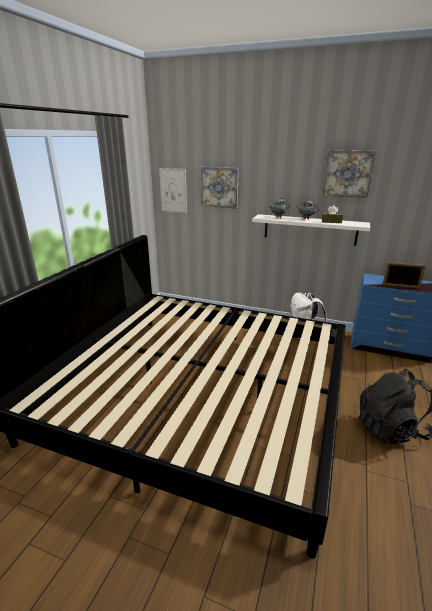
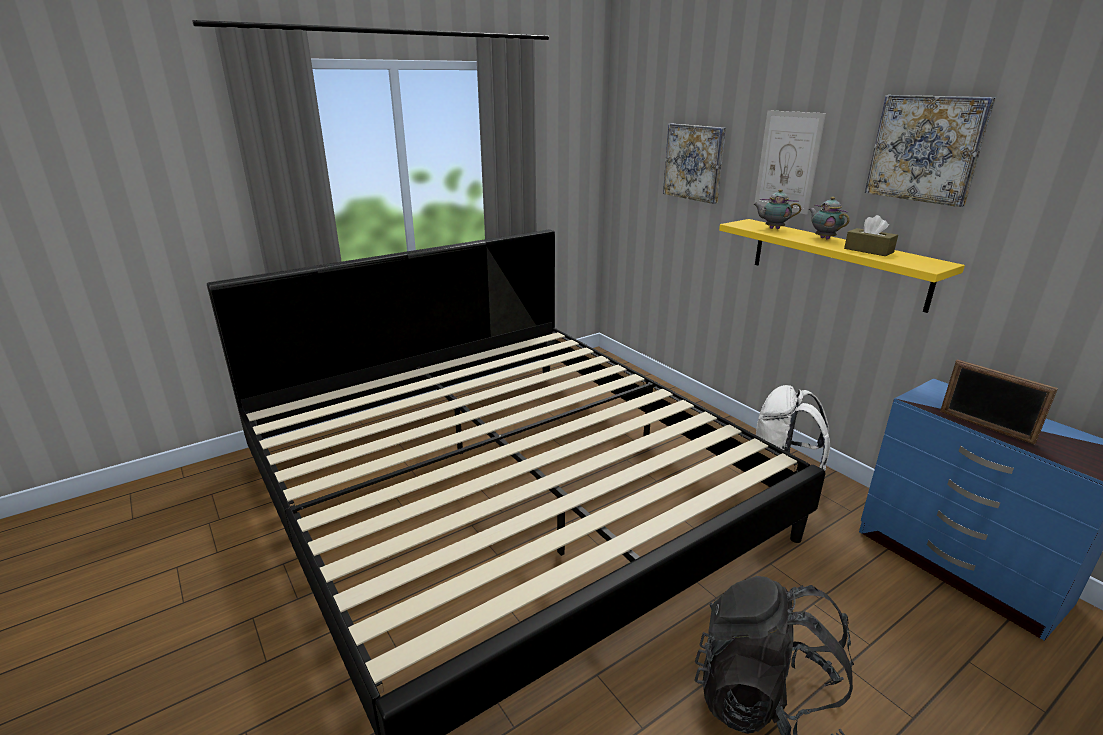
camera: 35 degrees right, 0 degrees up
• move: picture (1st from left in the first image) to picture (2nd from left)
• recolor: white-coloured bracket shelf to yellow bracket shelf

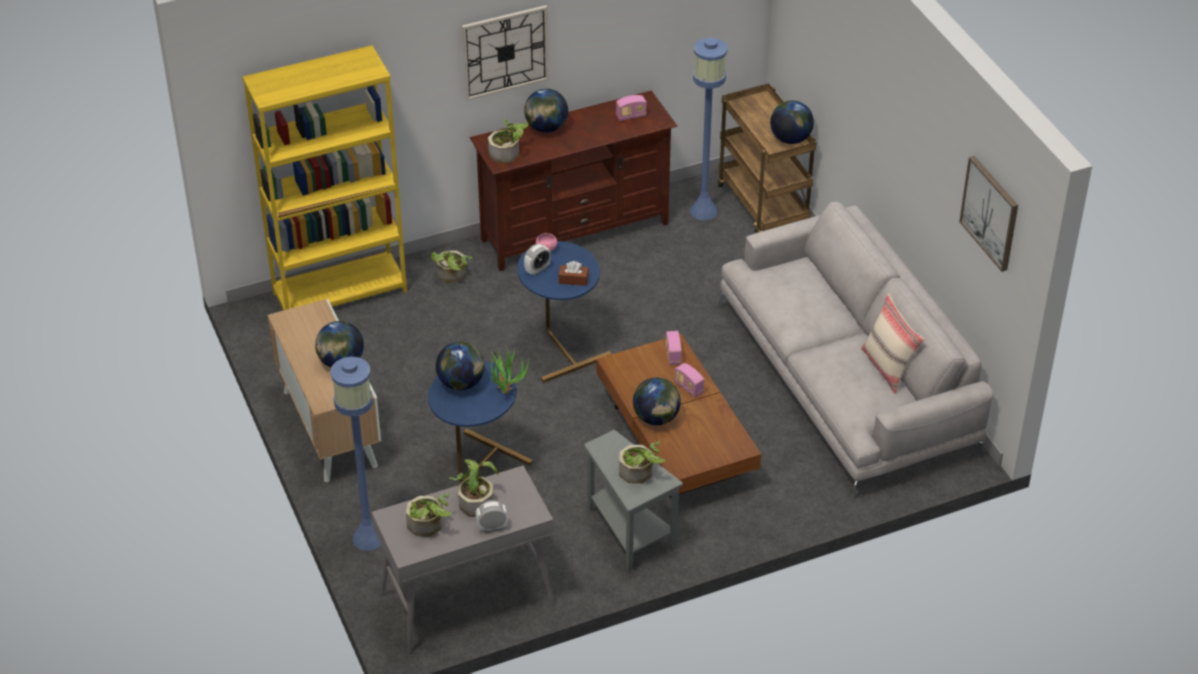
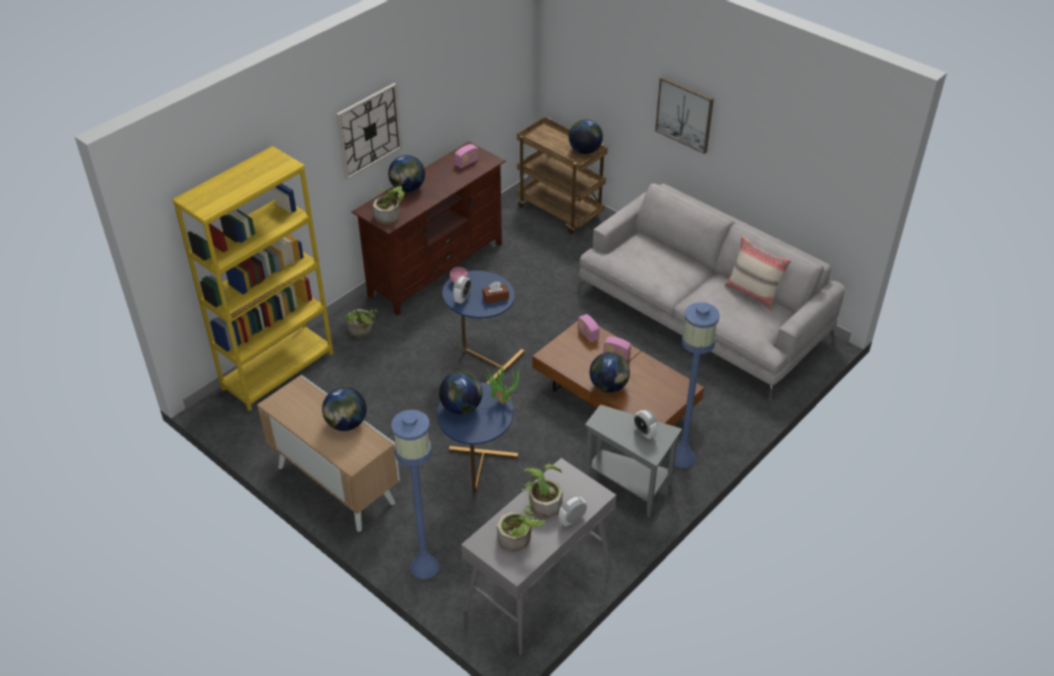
camera: 25 degrees left, 0 degrees up
• move: blue floor lamp (2nd from left)
• move: picture
• replace: potted plant (6th from left) to bedside clock (3rd from left)

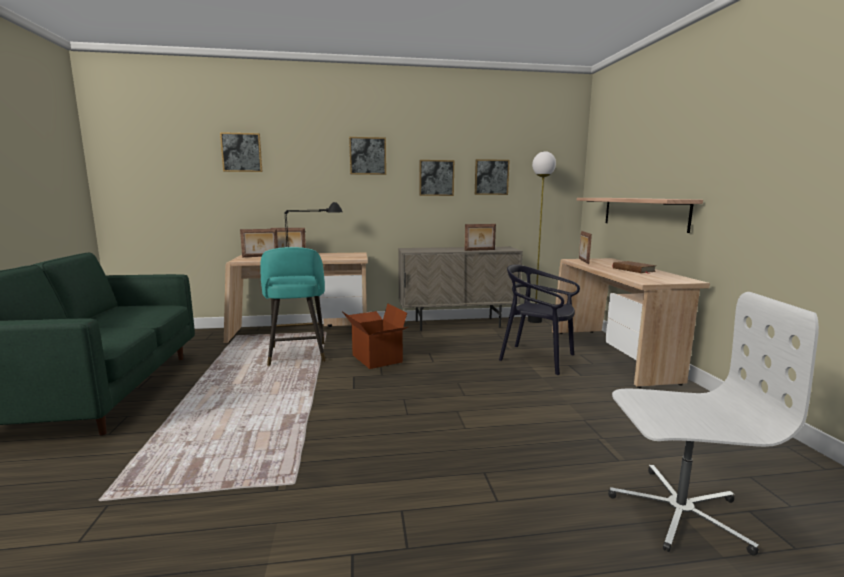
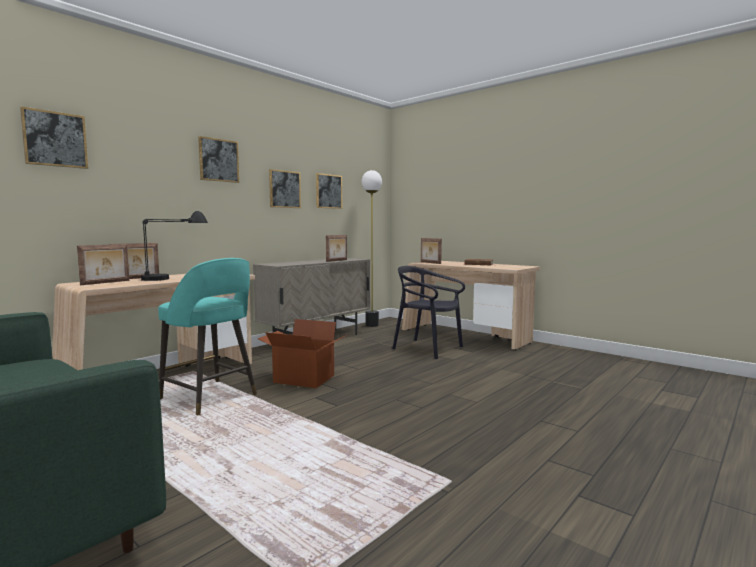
camera: 40 degrees left, 5 degrees down
• delete: bracket shelf
• delete: white-coloured office chair
• rotate: black-coloured upright chair 45 degrees clockwise

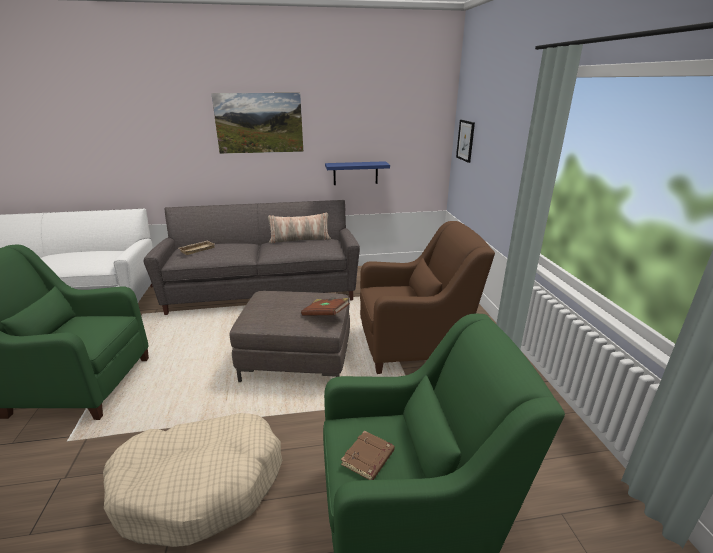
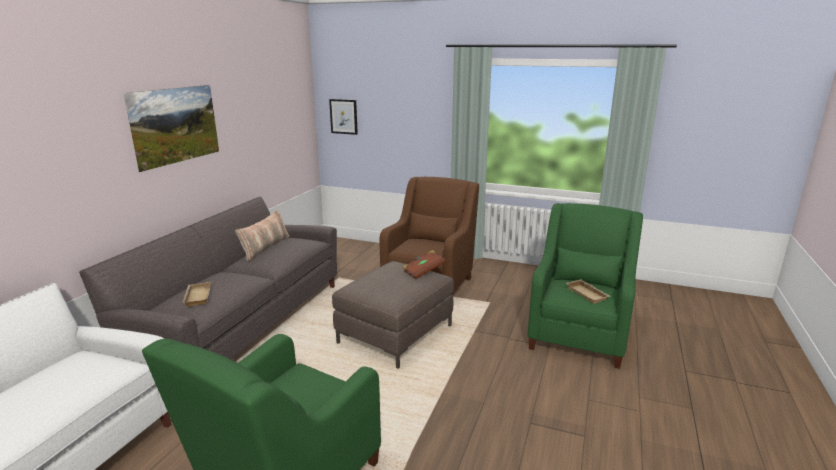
camera: 60 degrees left, 5 degrees down
• delete: beige pet bed
• delete: blue bracket shelf
• replace: brown-coloured volume (2nd from left) to beige carrying tray (2nd from left)

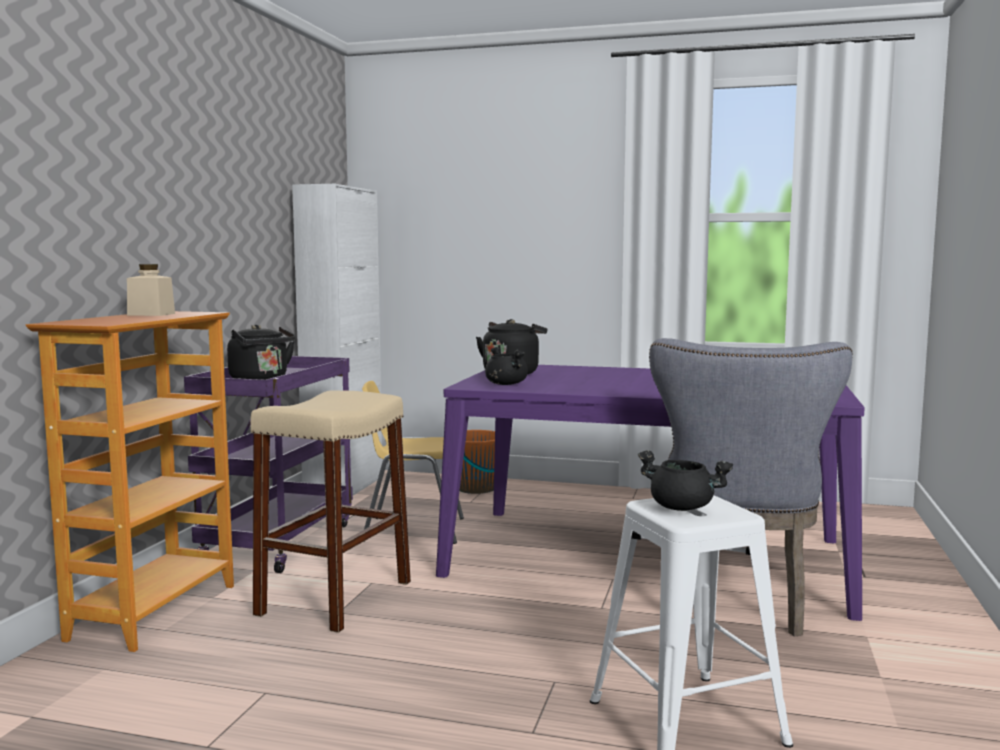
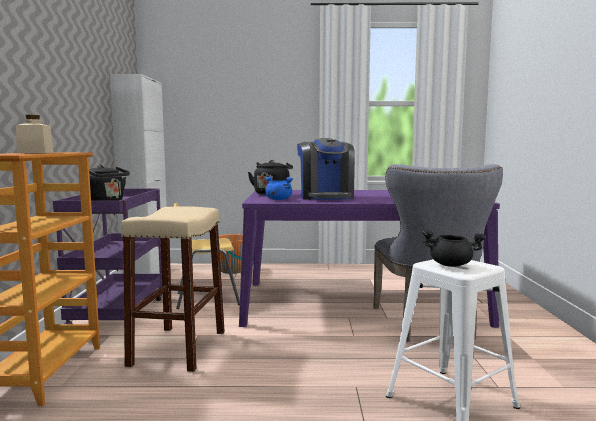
camera: 15 degrees left, 0 degrees up
• insert: coffee machine
• recolor: black-coloured saucepot (1st from left) to blue saucepot

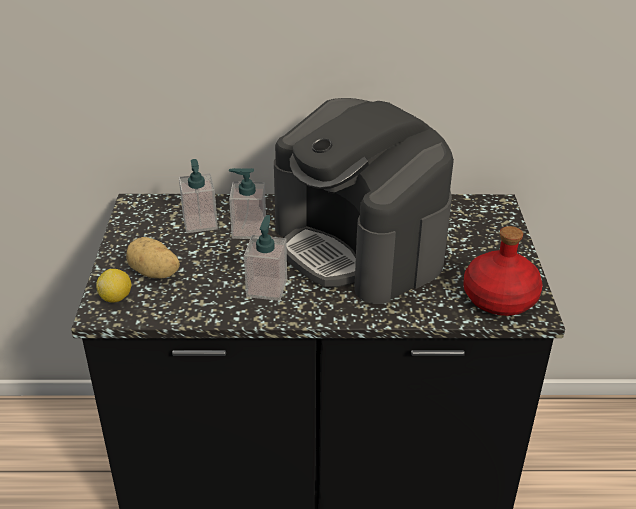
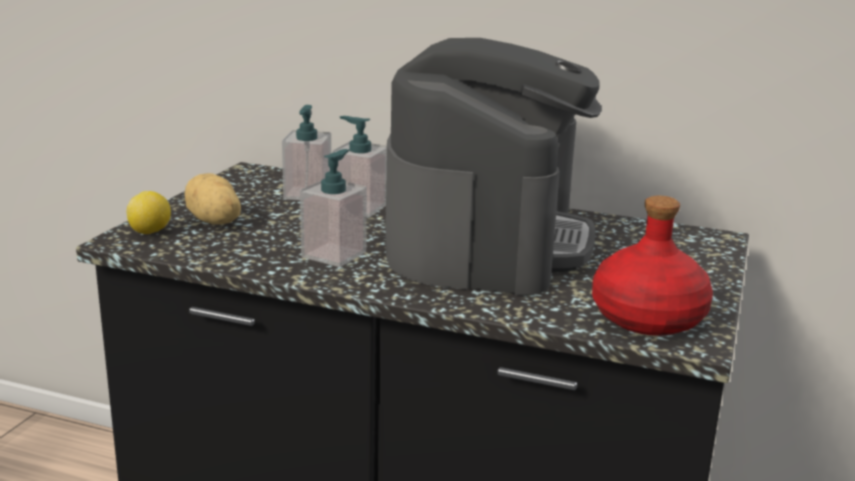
camera: 20 degrees right, 15 degrees down
• rotate: coffee machine 150 degrees counterclockwise

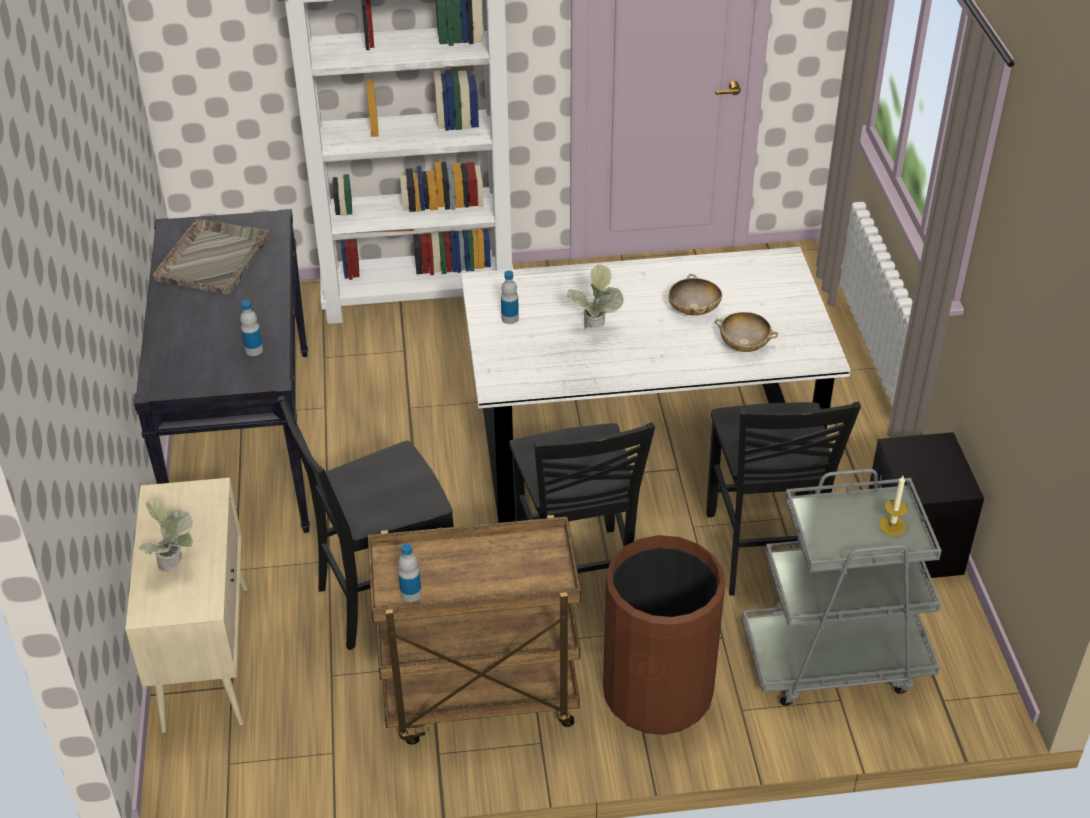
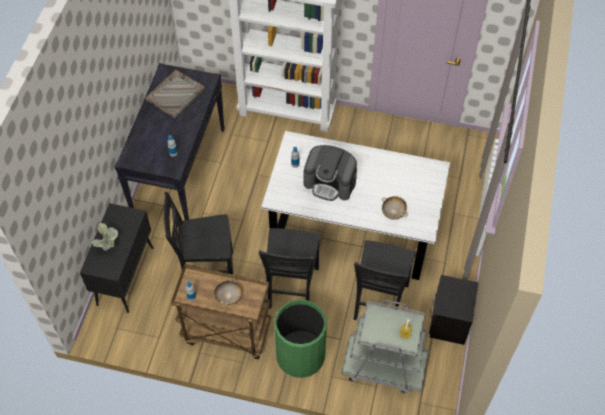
camera: 20 degrees right, 15 degrees up
• move: beige serving bowl (1st from left)
• replace: potted plant (2nd from left) to coffee machine
• recolor: beige cabinet to black-coloured cabinet
• recolor: brown-coloured waste bin to green-coloured waste bin

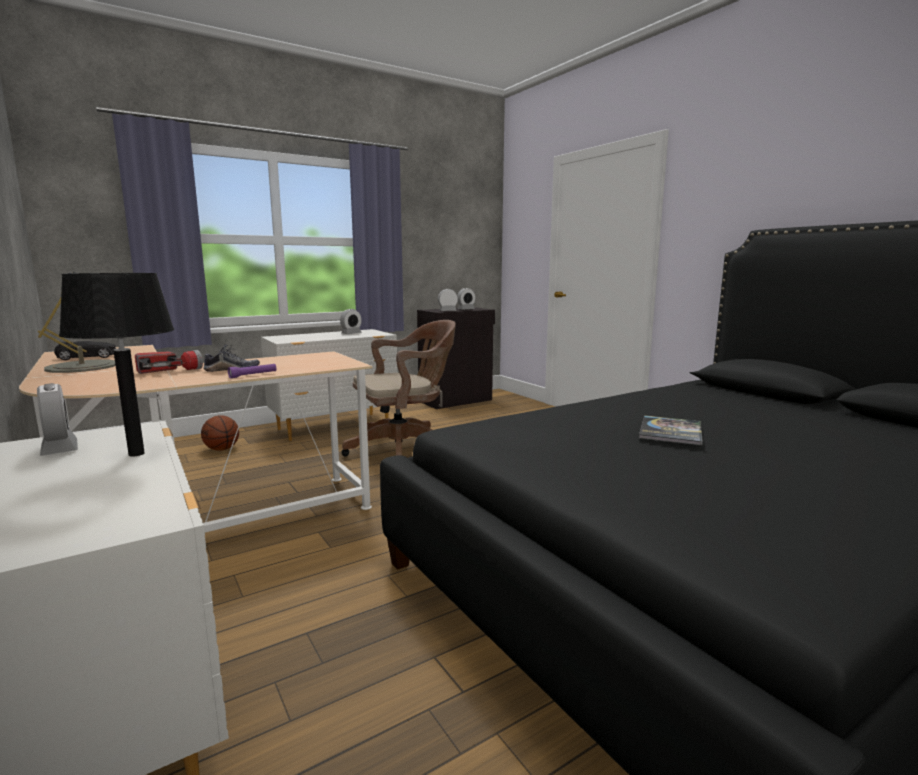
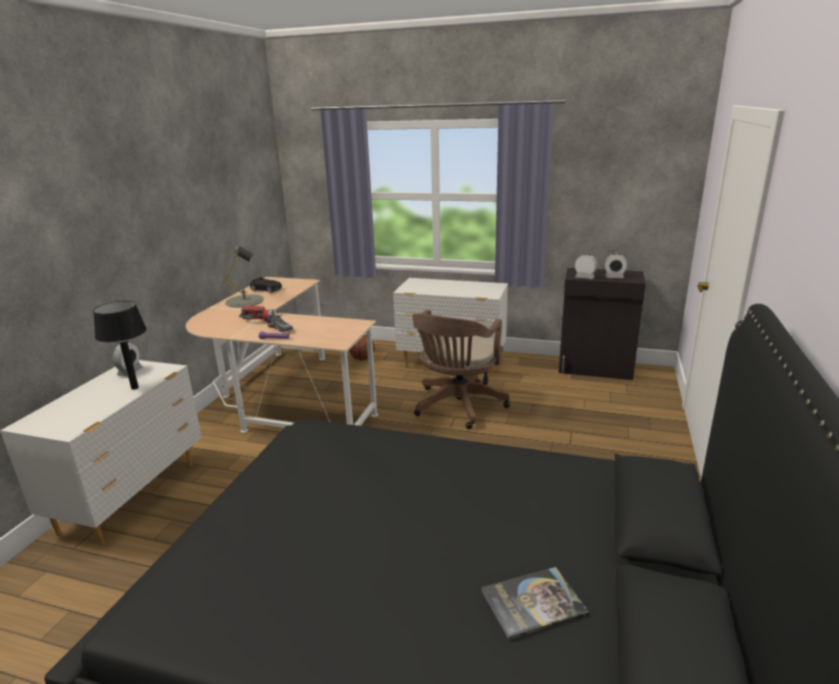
camera: 50 degrees right, 10 degrees up
• delete: bedside clock (2nd from left)
• move: volume
• rotate: brown-coloured office chair 90 degrees clockwise

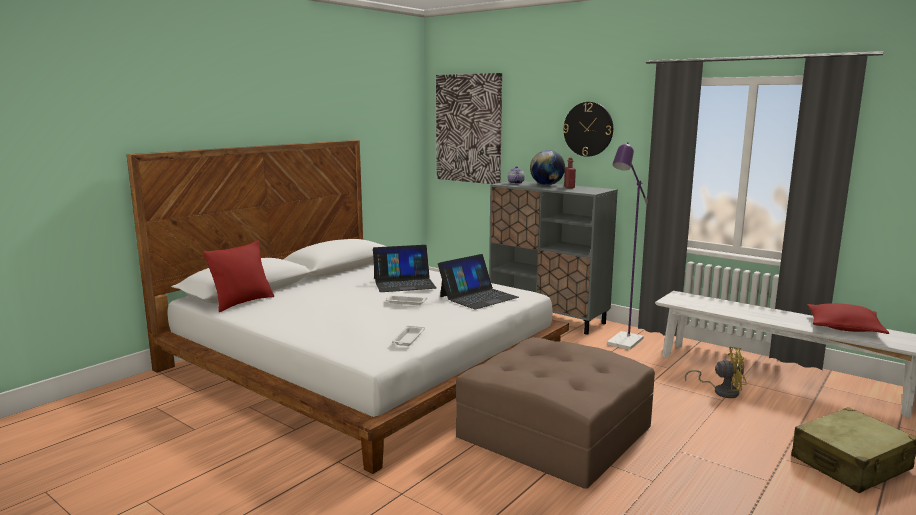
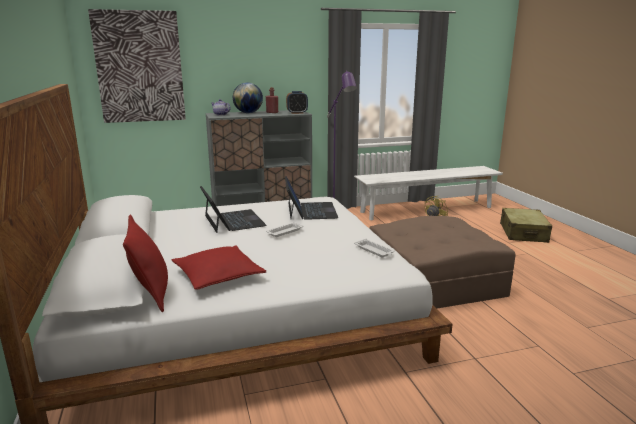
camera: 55 degrees left, 5 degrees up
• delete: clock on the wall
• insert: bedside clock
• move: red-coloured pillow (2nd from left)
• rotate: laptop (1st from left) 45 degrees counterclockwise

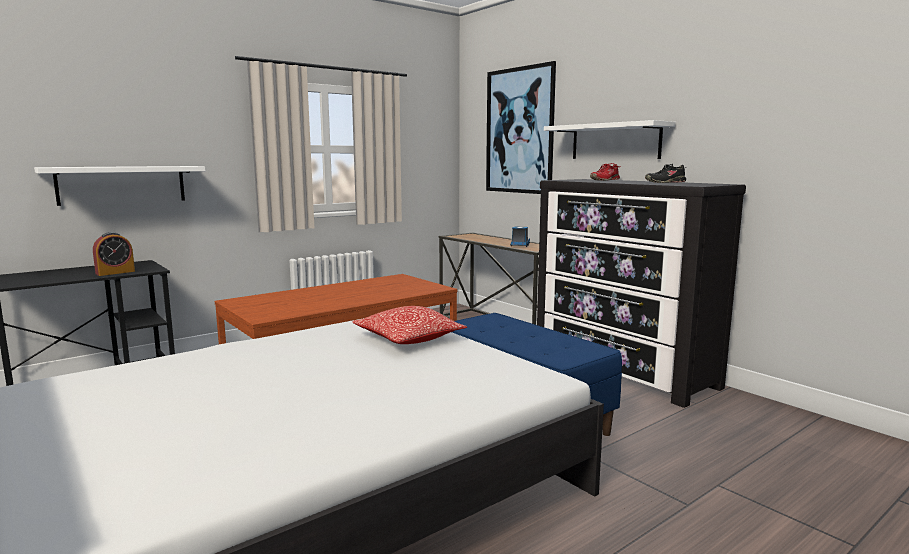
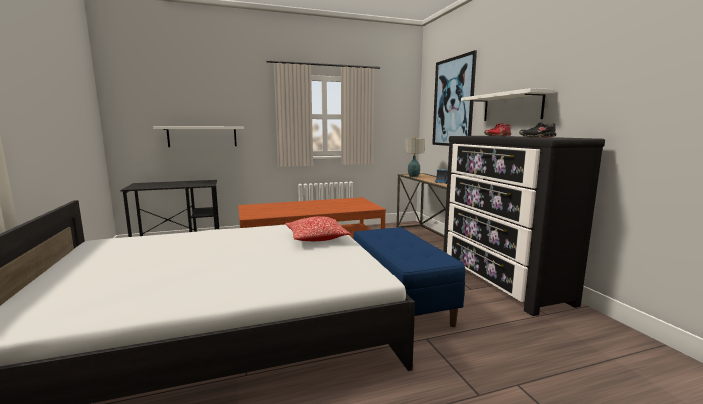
camera: 20 degrees right, 0 degrees up
• delete: bedside clock
• insert: lamp for a table

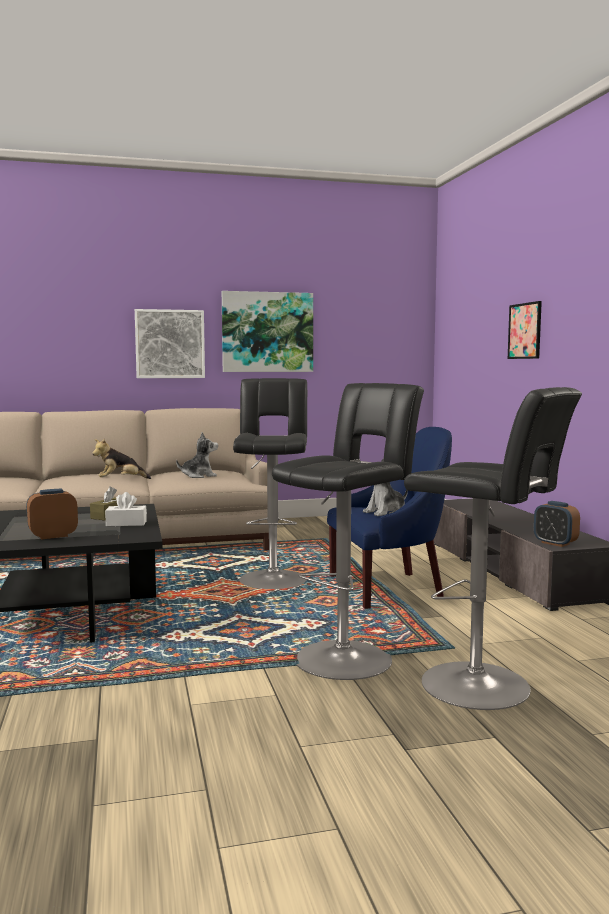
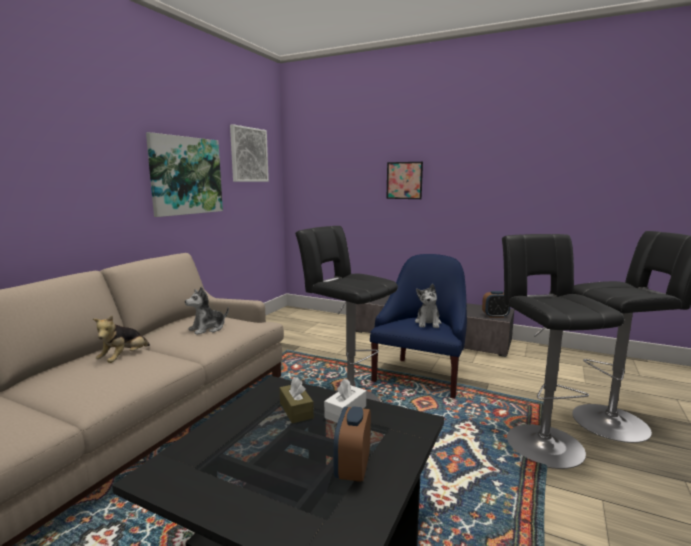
camera: 50 degrees left, 5 degrees up
• move: picture (1st from left in the first image) to picture (2nd from left)
• rotate: cuddly toy (2nd from left) 150 degrees counterclockwise

